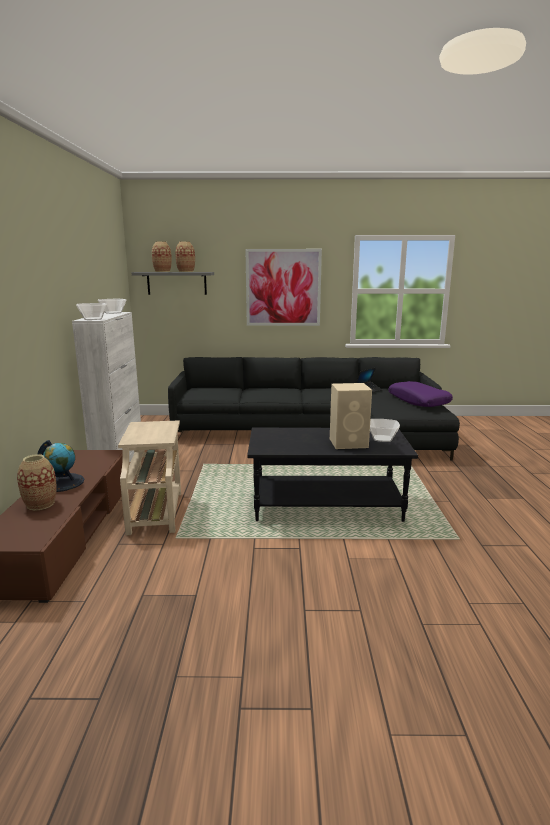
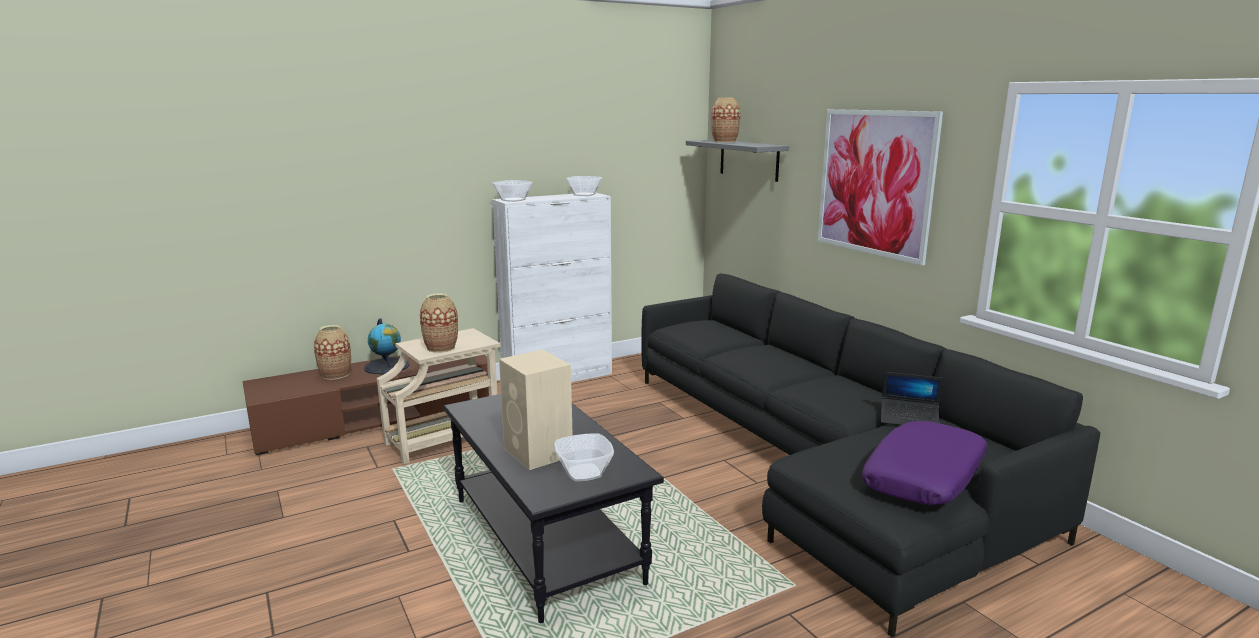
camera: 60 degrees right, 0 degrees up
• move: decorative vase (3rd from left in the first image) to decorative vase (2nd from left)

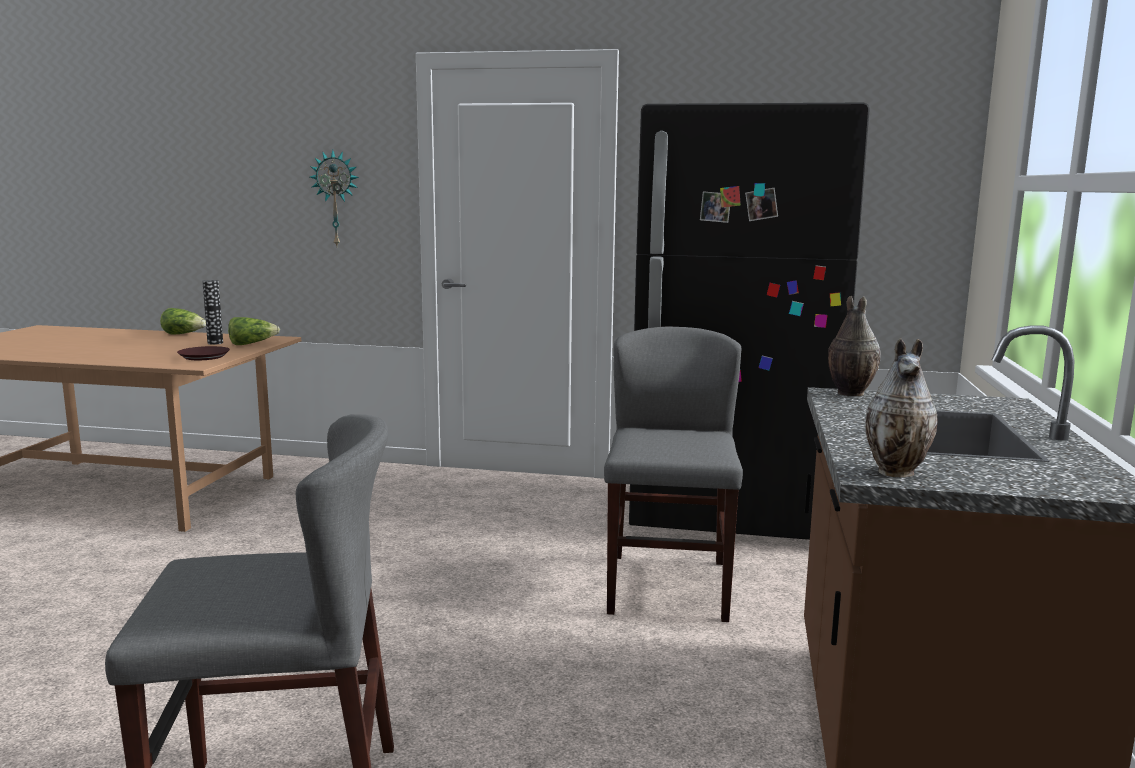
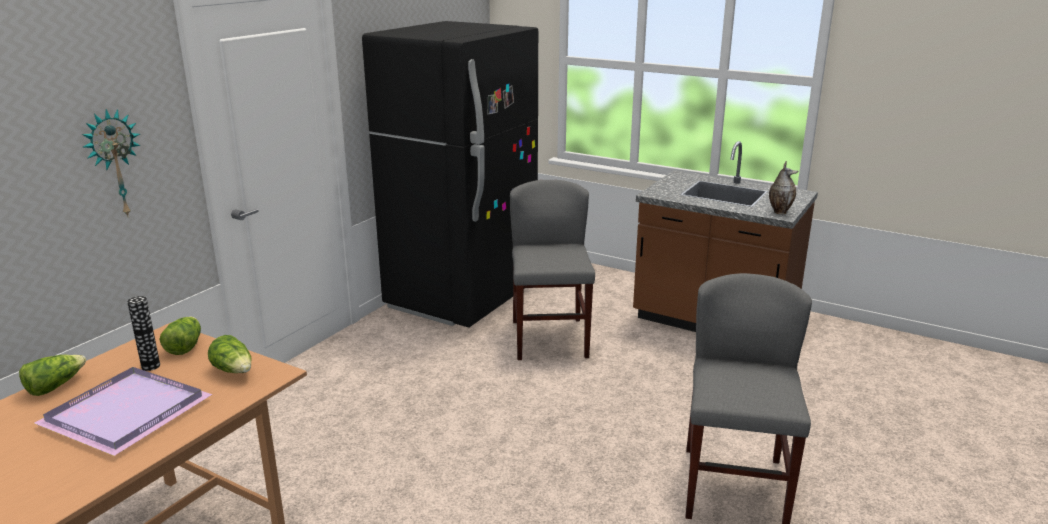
camera: 70 degrees left, 10 degrees up
• delete: decorative vase (2nd from left)
• insert: purple carrying tray
• replace: brown-coloured dinner plate to lettuce head (3rd from left)
• rotate: grey upright chair (2nd from left in the first image) 60 degrees clockwise

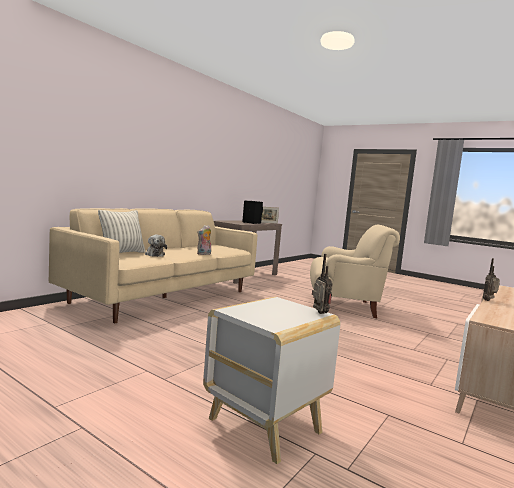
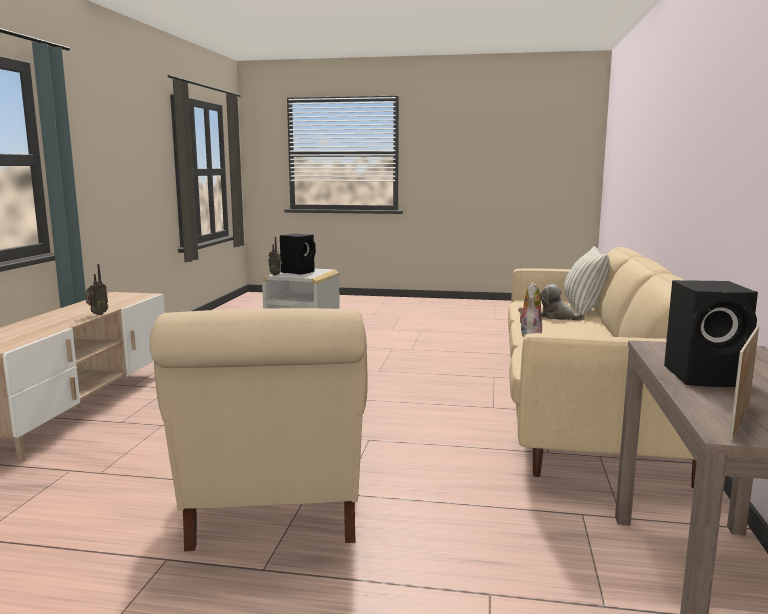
camera: 155 degrees right, 5 degrees up
• insert: black-coloured speaker (1st from left)
• rotate: beige armchair 75 degrees counterclockwise

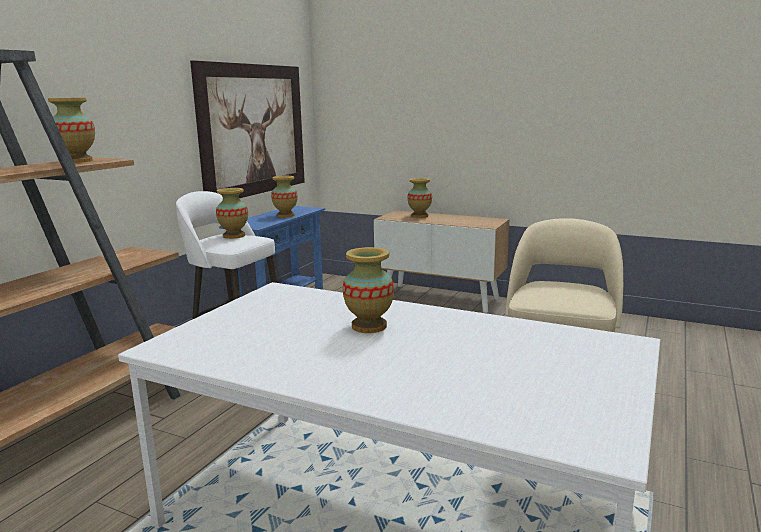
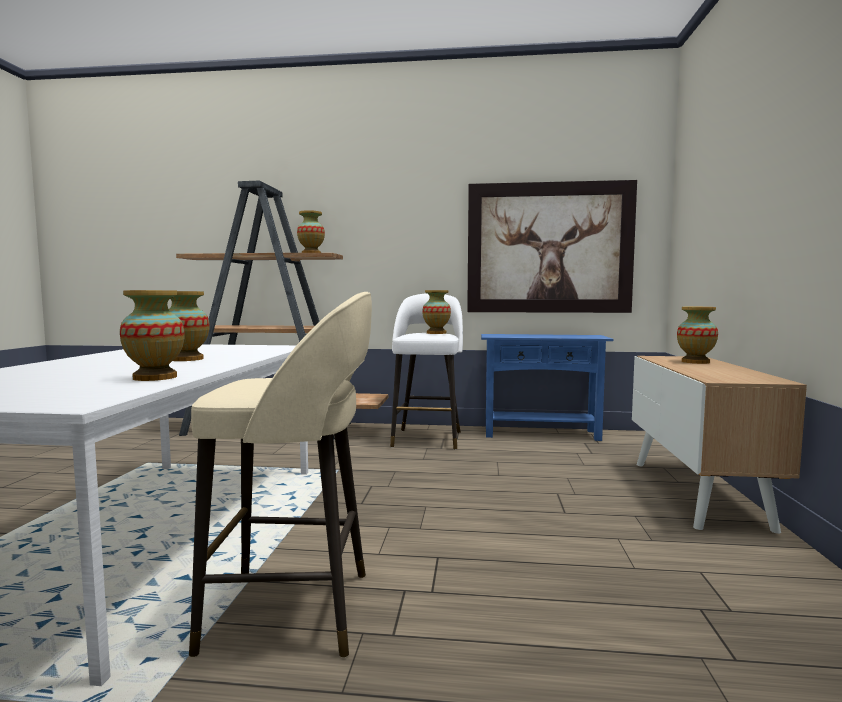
camera: 70 degrees right, 10 degrees down
• move: decorative vase (3rd from left in the first image) to decorative vase (1st from left)

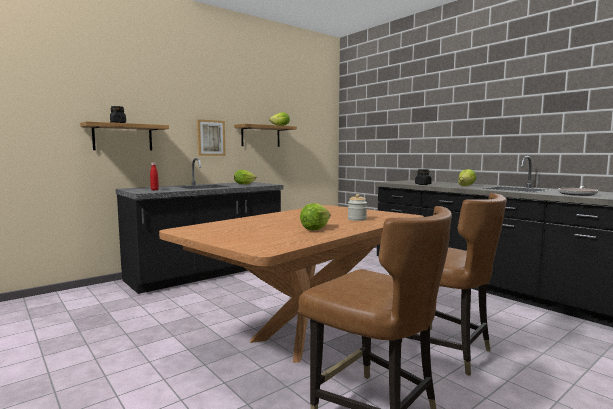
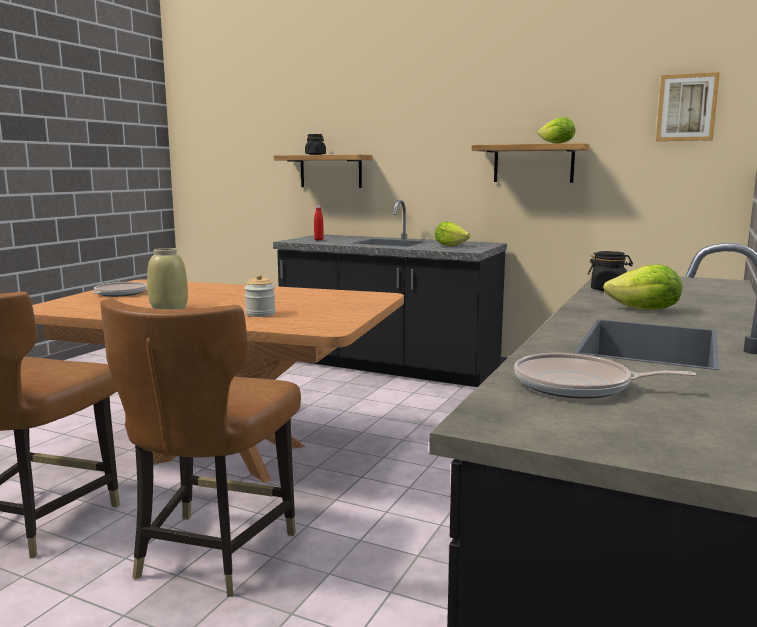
camera: 65 degrees right, 5 degrees up
• insert: pan (1st from left)
• move: picture
• replace: lettuce head (3rd from left) to beige decorative vase

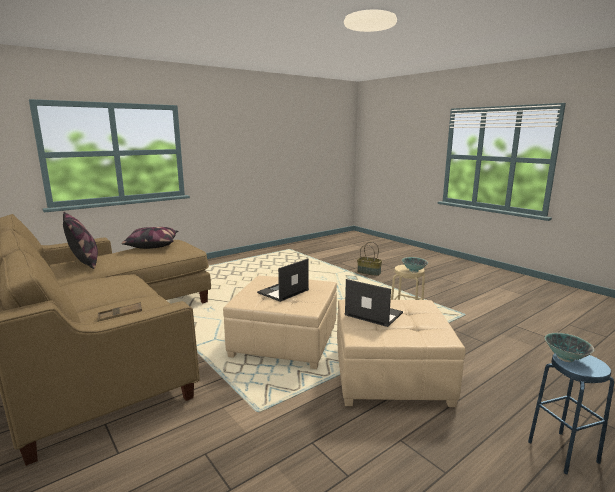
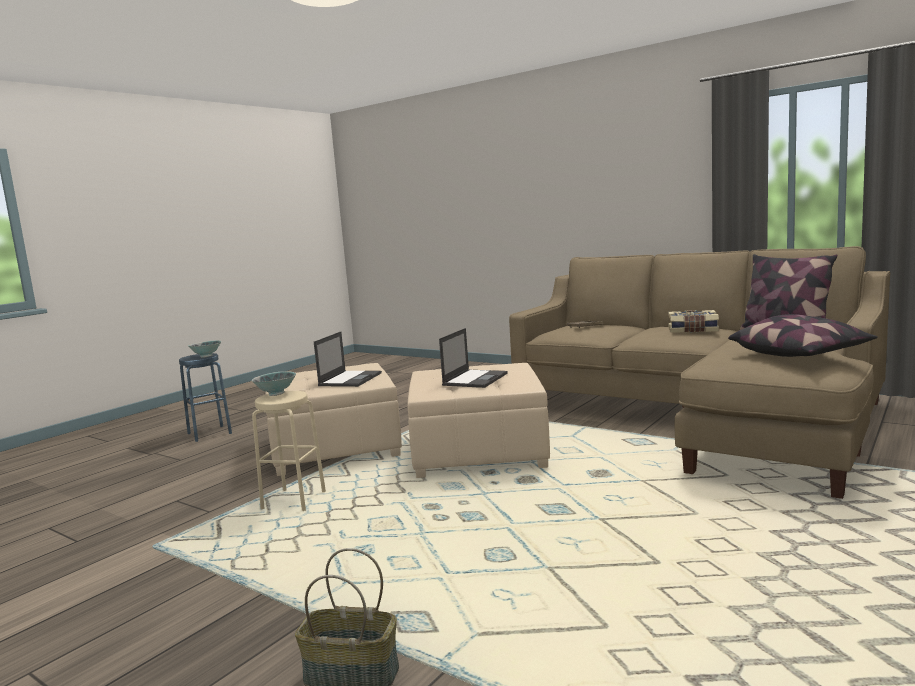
camera: 165 degrees right, 5 degrees down
• insert: volume
• rotate: laptop (2nd from left in the first image) 90 degrees counterclockwise

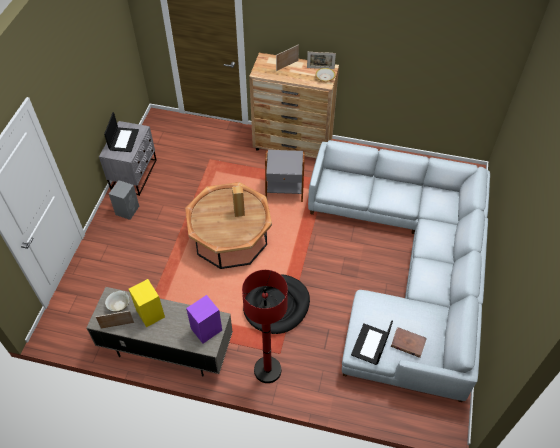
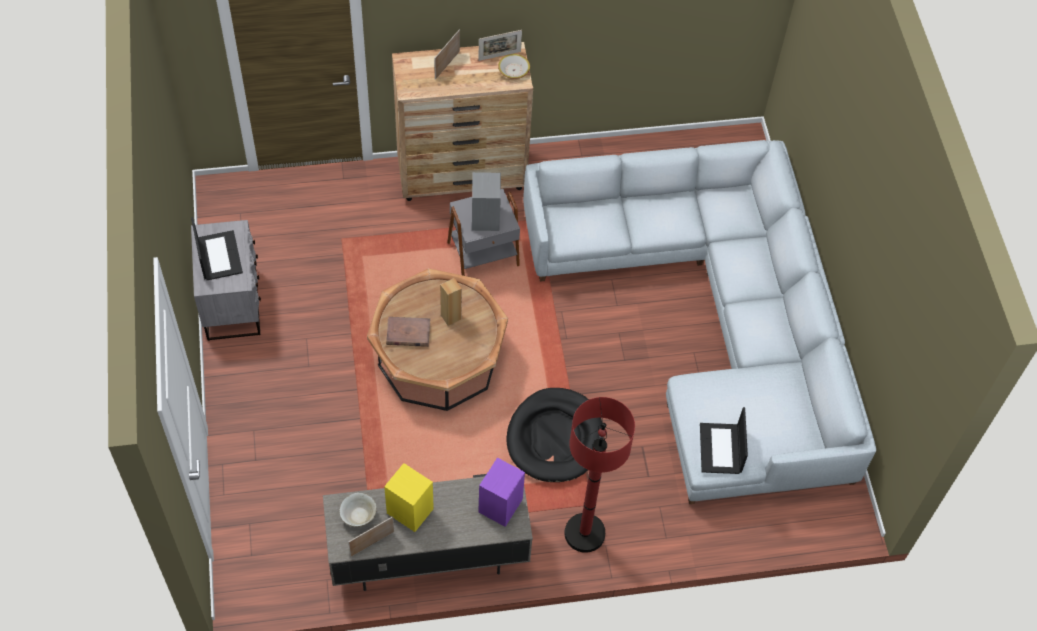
camera: 25 degrees left, 5 degrees up
• move: grey speaker
• move: brown-coloured volume

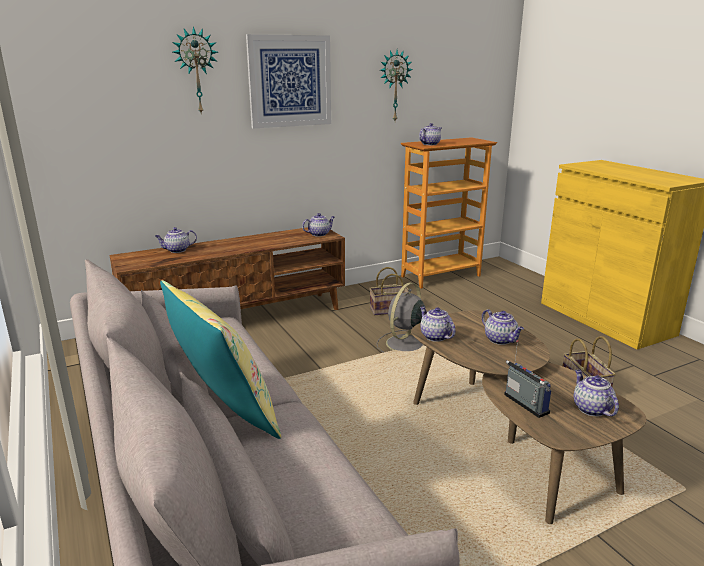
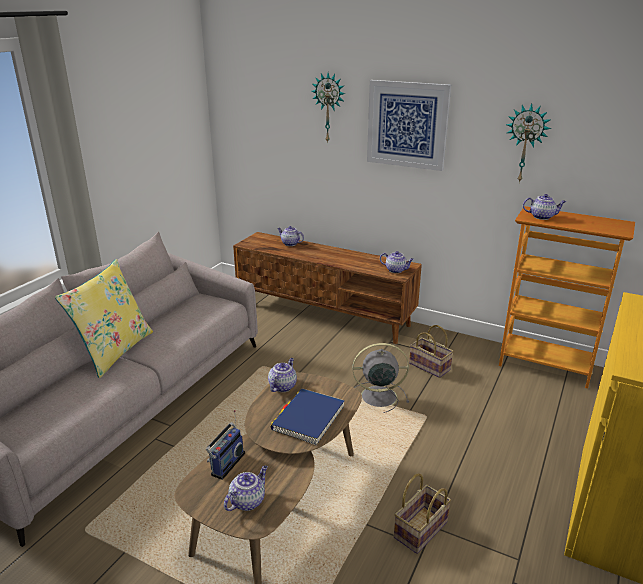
camera: 55 degrees right, 5 degrees up
• replace: pot for tea (5th from left) to blue volume

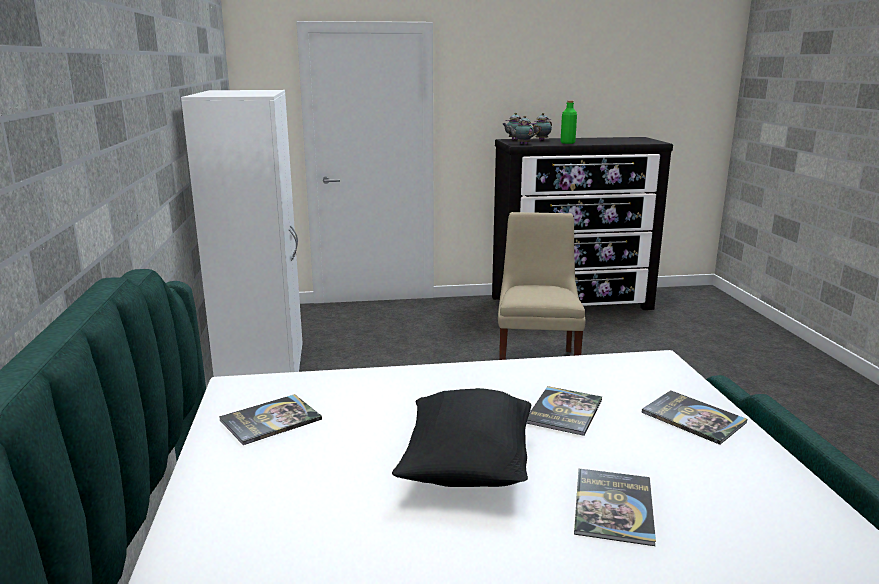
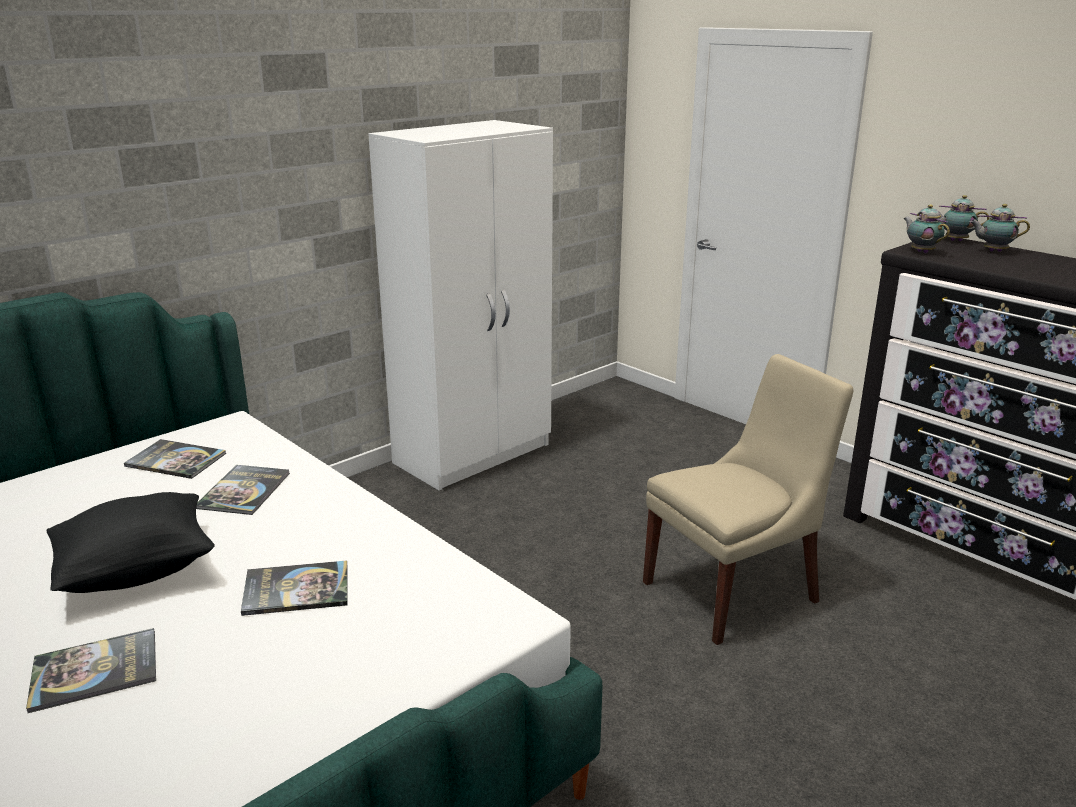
camera: 55 degrees right, 5 degrees up
• delete: green-coloured bottle
• move: volume (4th from left in the first image) to volume (3rd from left)

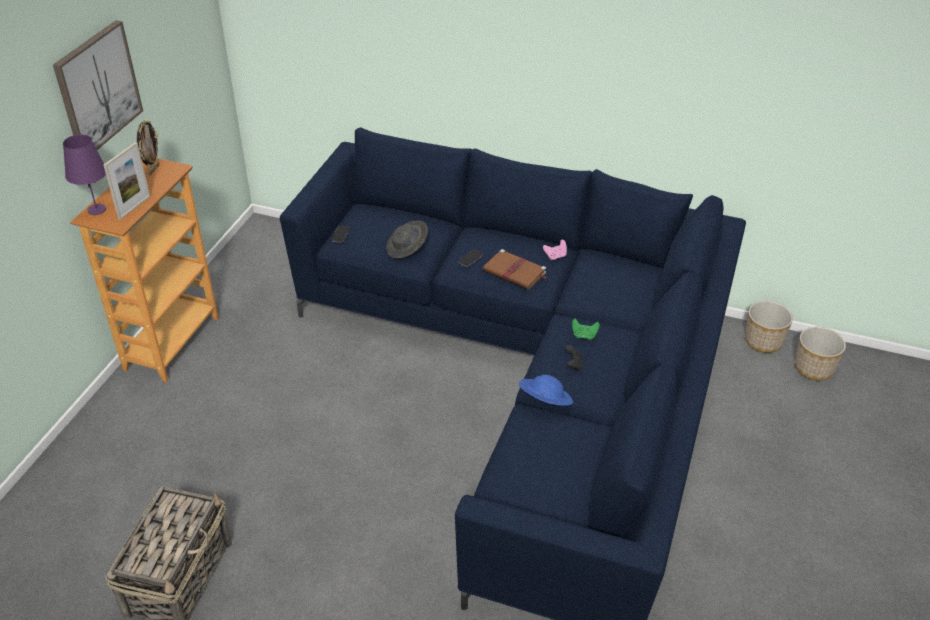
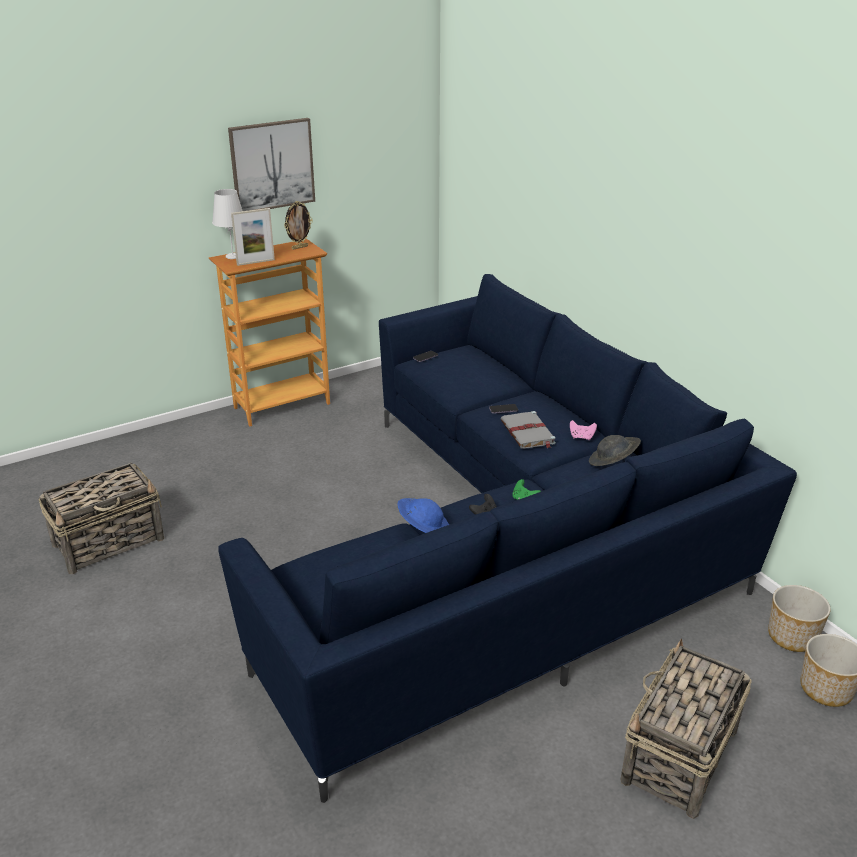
camera: 40 degrees right, 10 degrees down
• insert: storage basket (2nd from left)
• move: grey hat
• recolor: purple lamp for a table to white-coloured lamp for a table
• recolor: brown-coloured volume to grey volume

